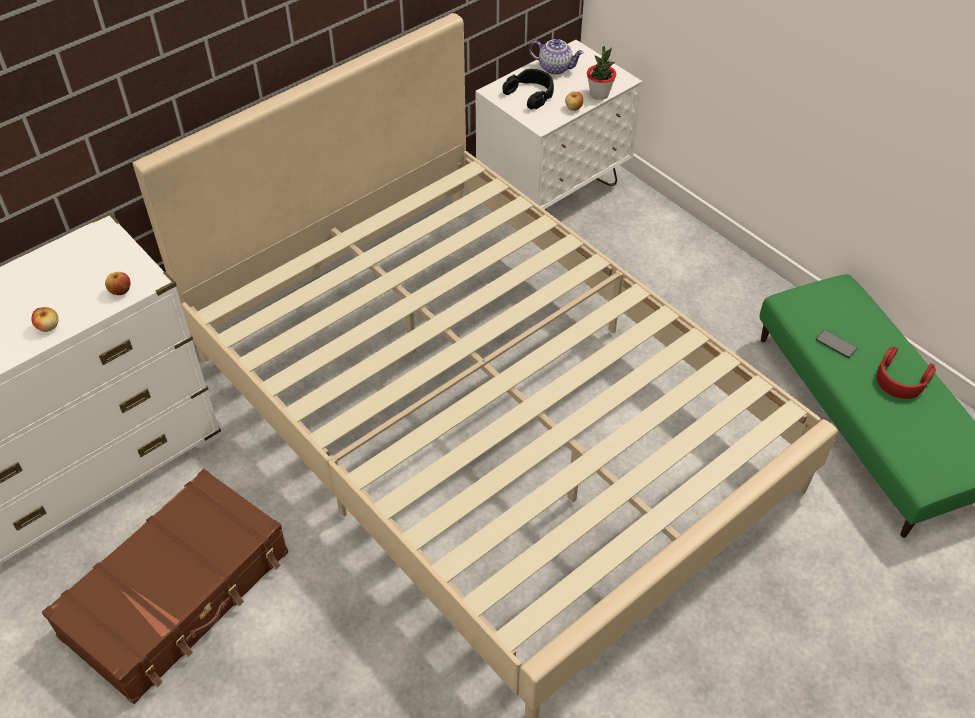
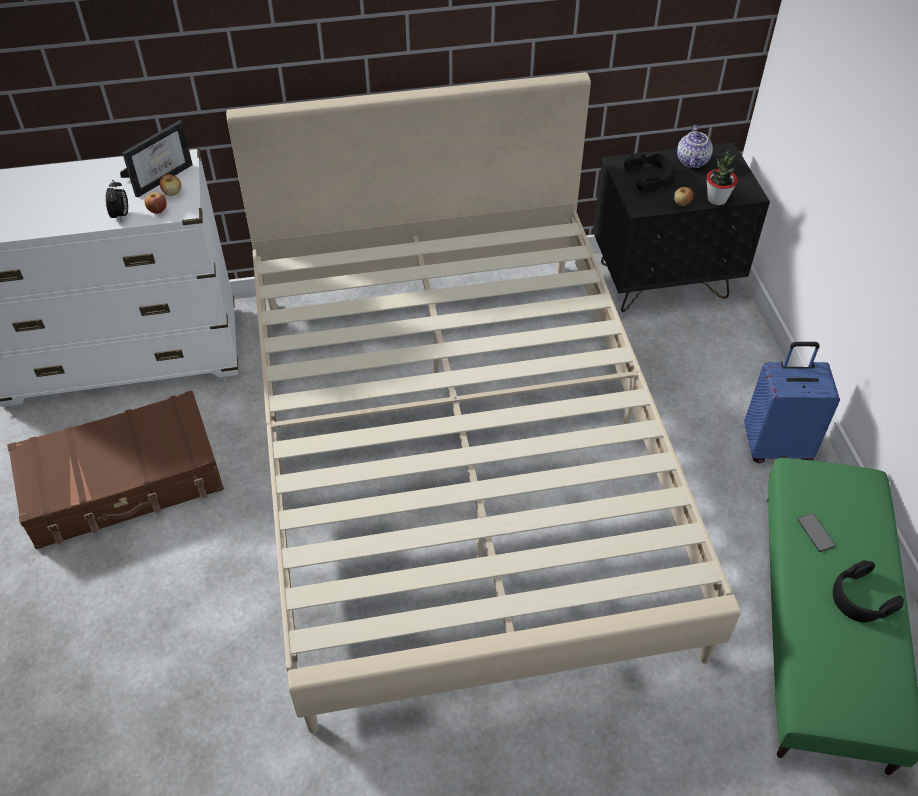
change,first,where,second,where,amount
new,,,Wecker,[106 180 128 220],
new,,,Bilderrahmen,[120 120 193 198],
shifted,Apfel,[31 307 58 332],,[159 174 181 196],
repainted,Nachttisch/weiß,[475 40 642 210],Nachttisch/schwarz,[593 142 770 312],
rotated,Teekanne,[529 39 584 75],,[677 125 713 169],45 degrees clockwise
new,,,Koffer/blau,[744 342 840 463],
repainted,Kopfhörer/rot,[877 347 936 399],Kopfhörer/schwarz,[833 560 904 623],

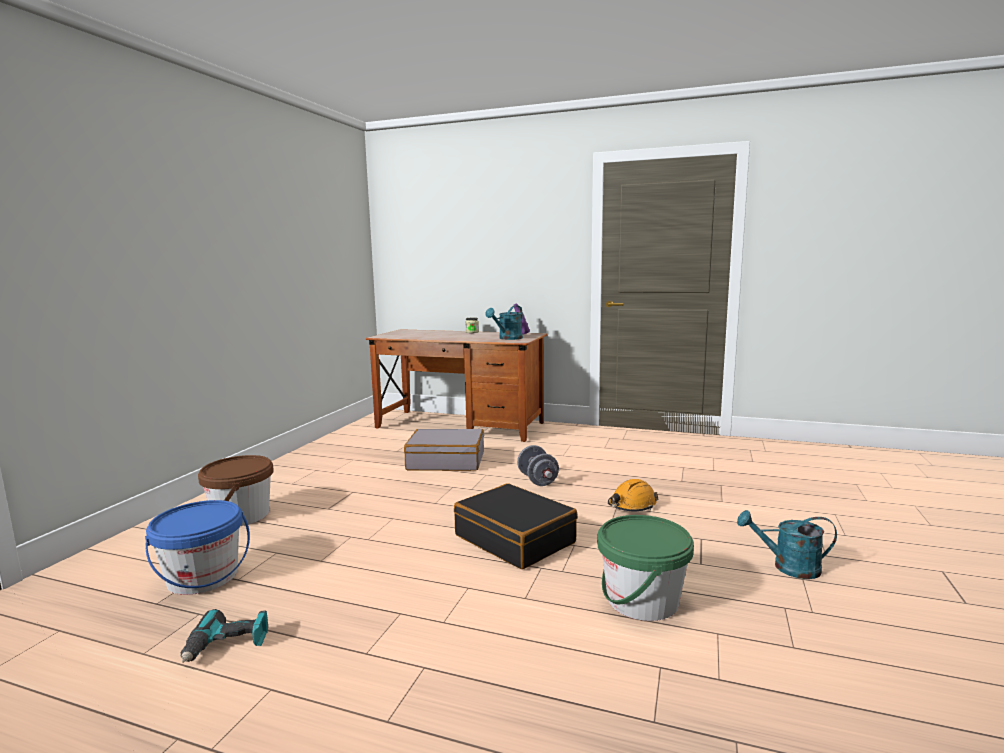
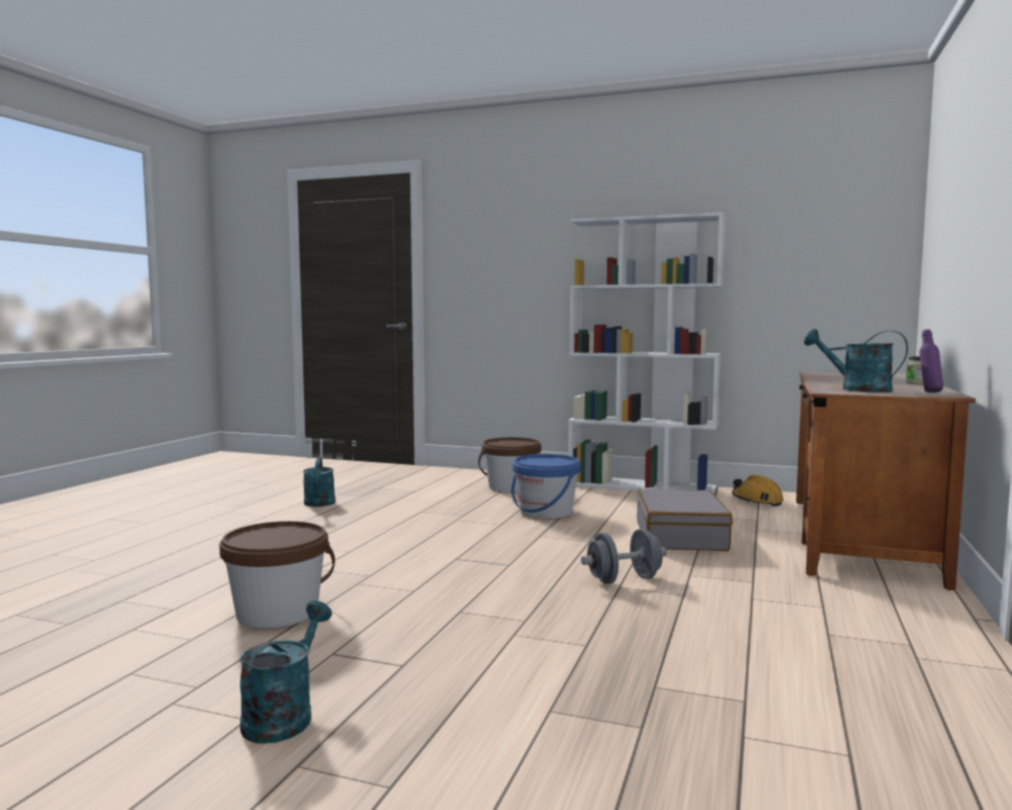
change,first,where,second,where,amount
repainted,Eimer/grün,[597 515 694 621],Eimer/braun,[219 521 335 628],
swapped,Bohrmaschine,[180 609 268 663],Gießkanne/türkis,[303 458 335 507],
shifted,Eimer/blau,[145 500 250 595],,[511 454 581 519],
new,,,Bücherregal/weiß,[568 212 725 494],
shifted,Schutzhelm/orange,[608 479 658 511],,[732 474 784 506],
gone,Koffer/schwarz,[454 483 578 569],,,

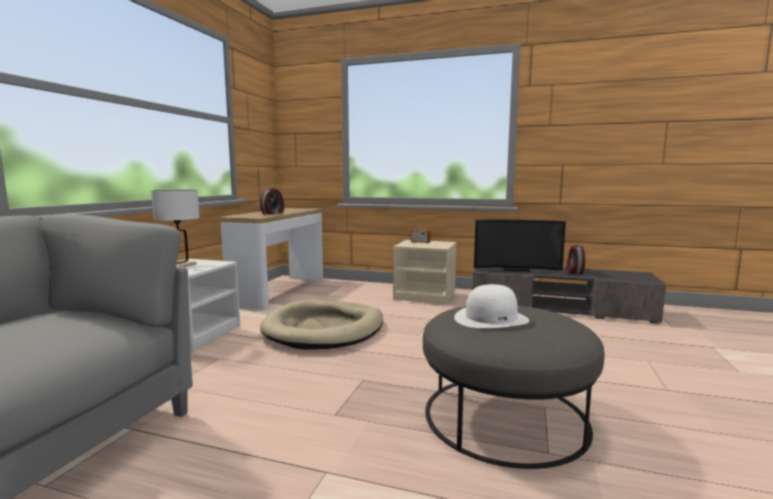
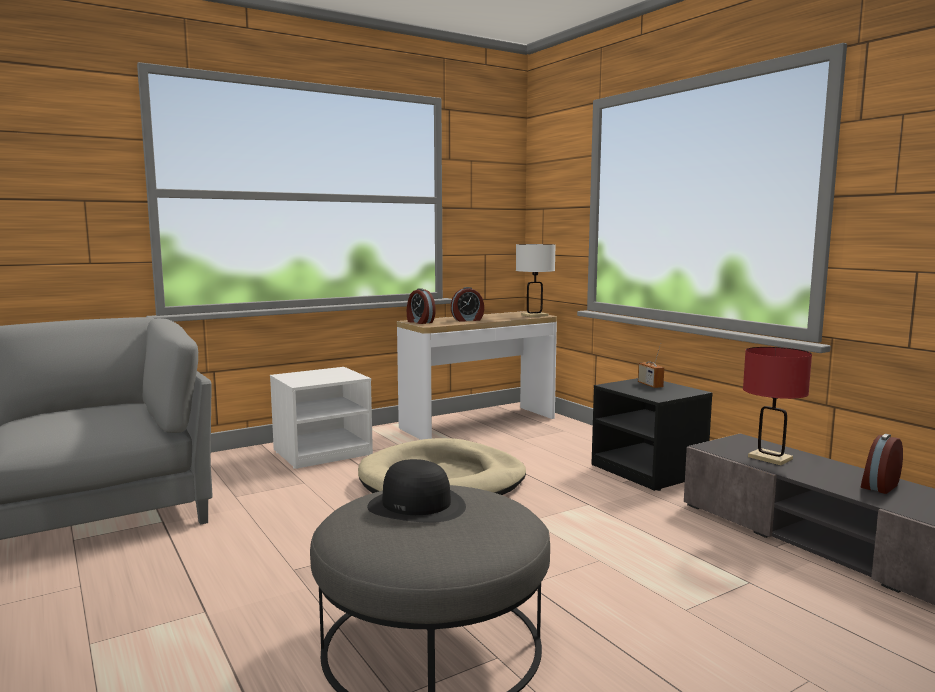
change,first,where,second,where,amount
repainted,Hut/weiß,[454 284 529 328],Hut/schwarz,[367 459 466 523],
new,,,Wecker,[407 288 436 324],
shifted,Tischlampe/weiß,[151 190 200 267],,[516 244 556 317],
repainted,Nachttisch/beige,[393 240 457 304],Nachttisch/schwarz,[591 378 713 491],
swapped,Fernseher,[474 219 566 272],Tischlampe/rot,[743 347 812 465],

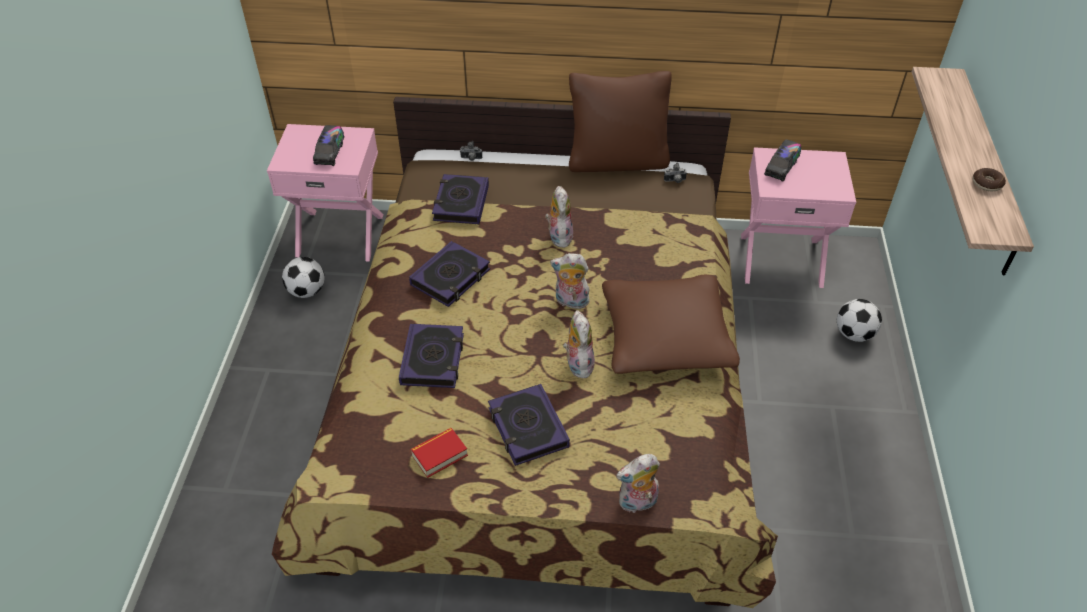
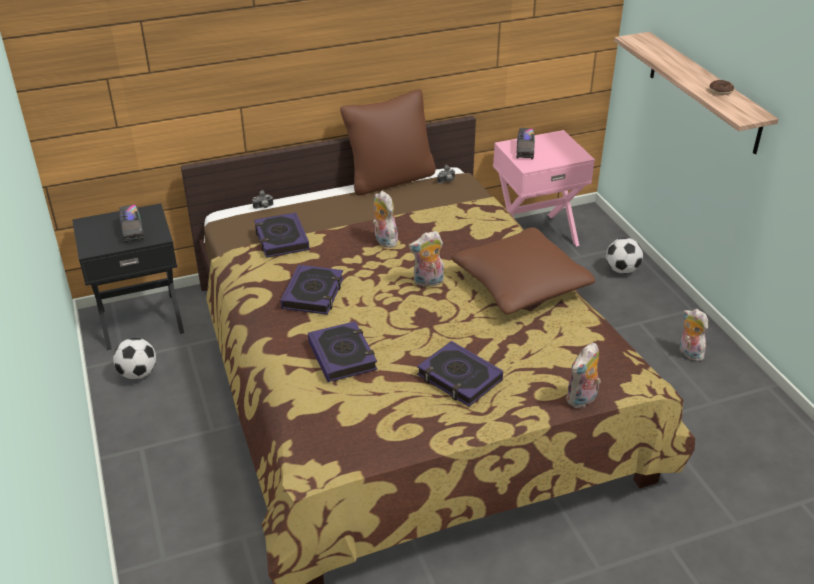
change,first,where,second,where,amount
repainted,Nachttisch/rosa,[267 124 383 262],Nachttisch/schwarz,[72 203 184 350],
shifted,Plüschtier,[563 310 595 378],,[680 309 708 361],
gone,Buch,[411 428 468 478],,,

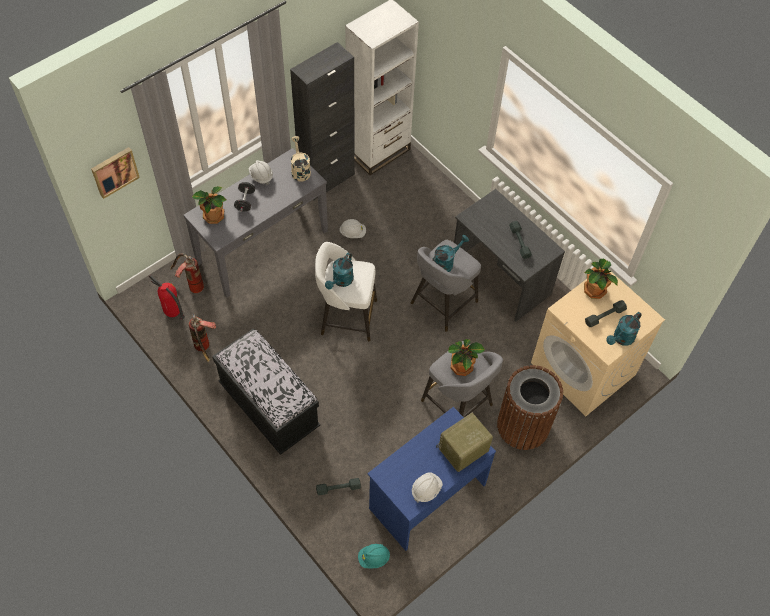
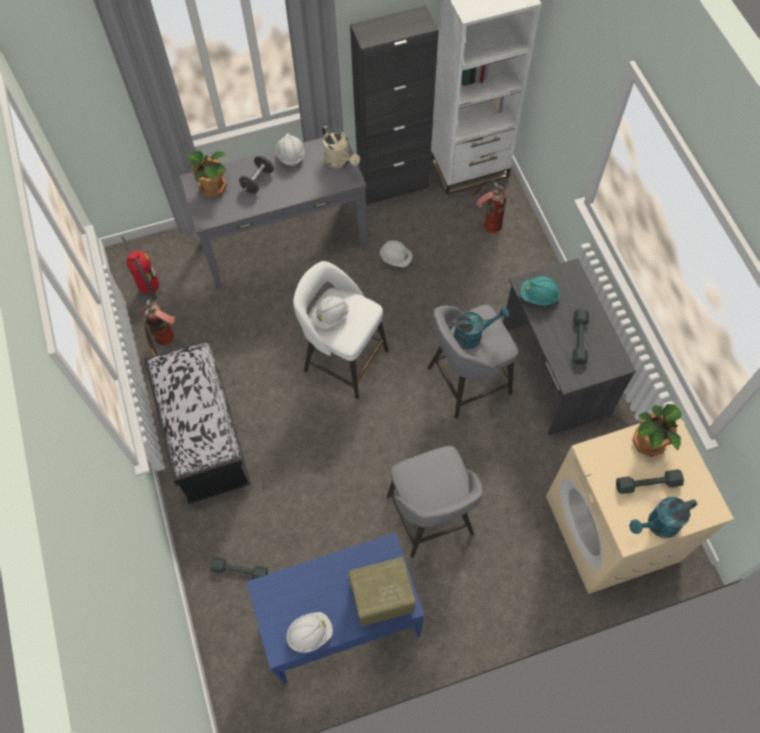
change,first,where,second,where,amount
swapped,Gießkanne/türkis,[325 253 354 290],Schutzhelm/weiß,[312 296 349 329],
rotated,Gießkanne/beige,[291 136 311 182],,[322 125 360 168],135 degrees clockwise
shifted,Feuerlöscher,[170 253 204 293],,[470 180 507 233],
shifted,Schutzhelm/türkis,[358 544 390 569],,[520 276 560 305],
gone,Bild,[91 147 140 199],,,
gone,Topfpflanze,[448 339 485 376],,,
gone,Mülleimer/braun,[497 365 563 450],,,

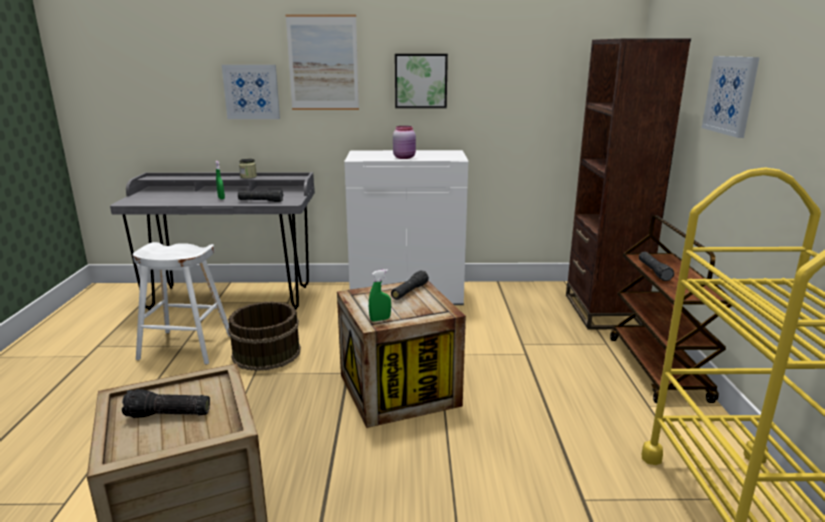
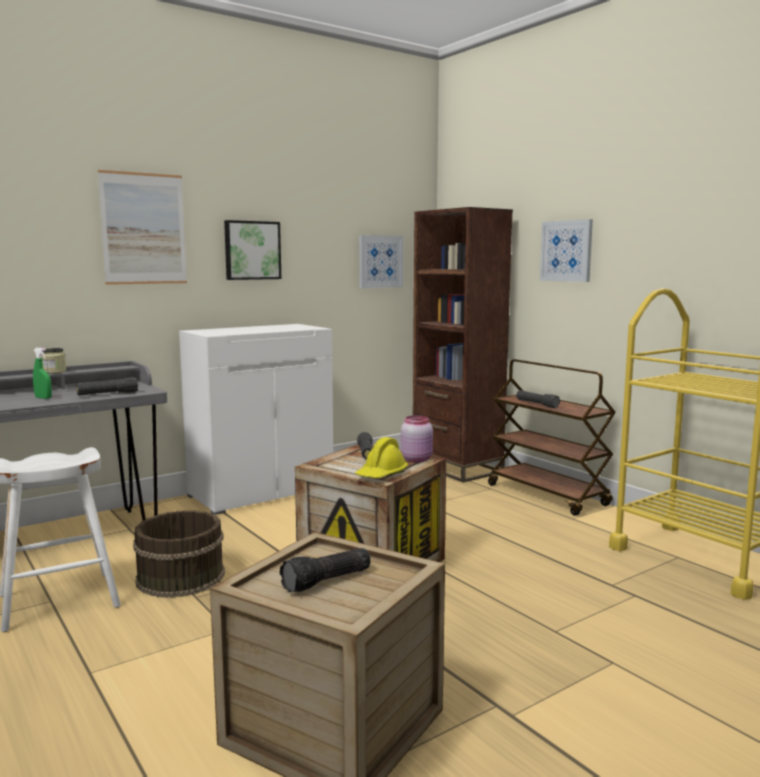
change,first,where,second,where,amount
swapped,Sprühflasche/grün,[369 269 391 322],Schutzhelm/gelb,[355 437 408 478],
shifted,Bild,[222 65 280 119],,[359 235 403 288],
shifted,Vorratsglas/rosa,[393 126 416 159],,[401 415 433 462],

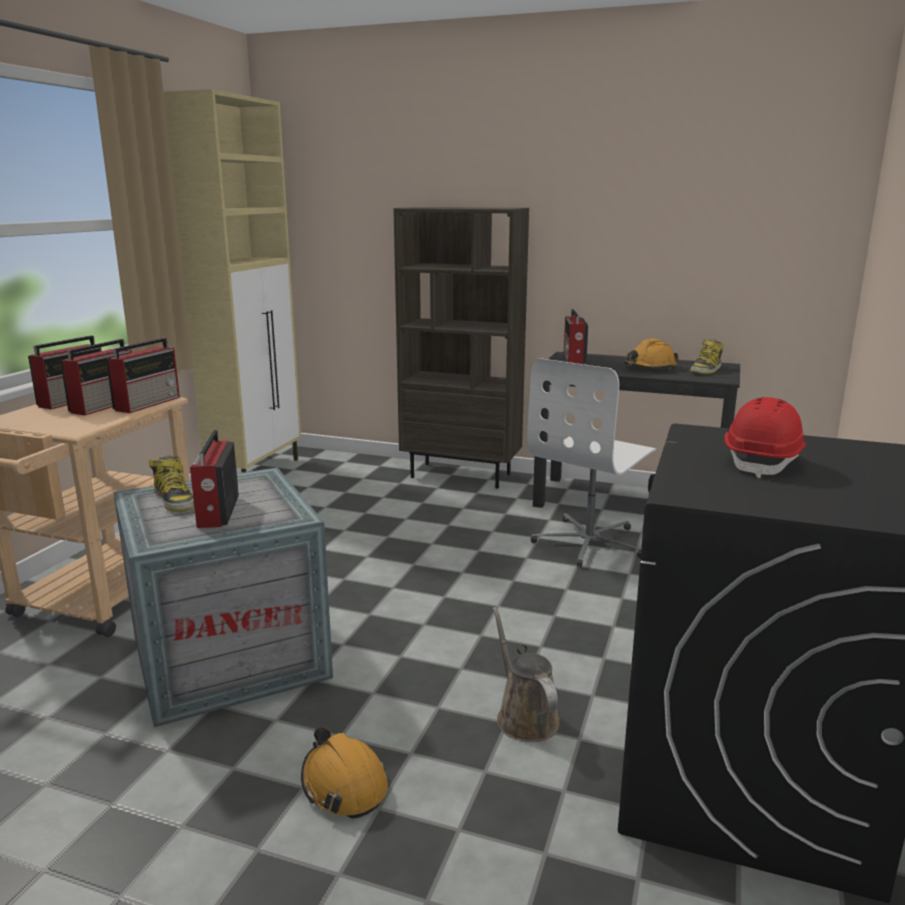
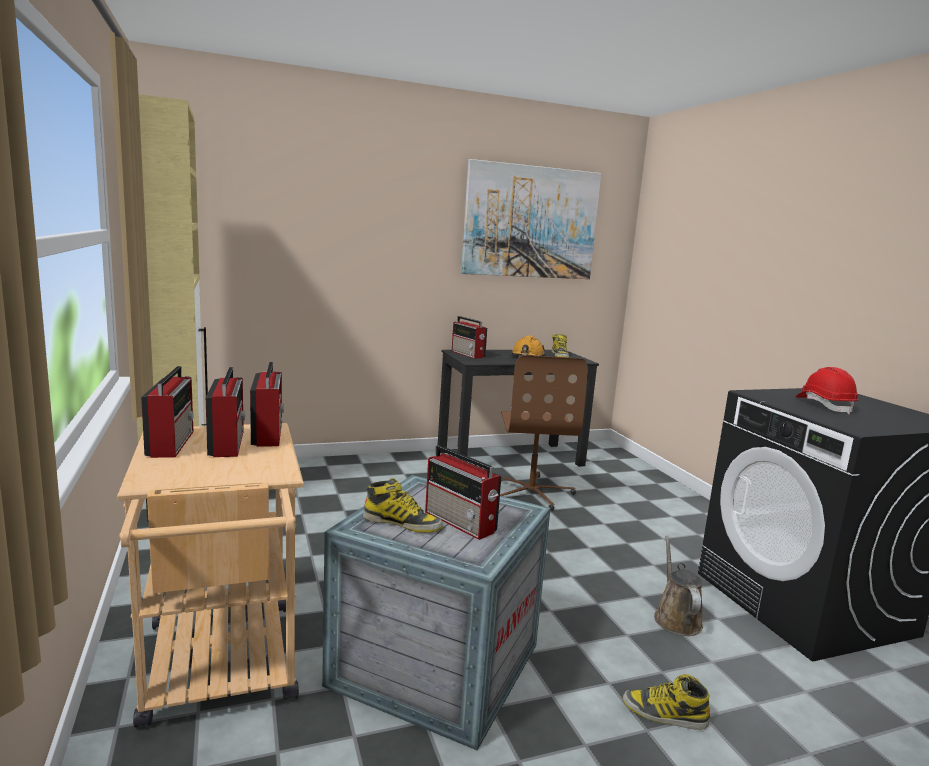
change,first,where,second,where,amount
new,,,Bild,[461 159 601 279],
repainted,Bürostuhl/weiß,[527 358 656 567],Bürostuhl/braun,[500 355 588 511],
swapped,Schutzhelm/orange,[301 727 388 819],Stiefel,[623 674 710 730],
rotated,Gießkanne/braun,[492 607 560 742],,[654 536 703 636],60 degrees clockwise
gone,Bücherregal/braun,[393 207 529 489],,,

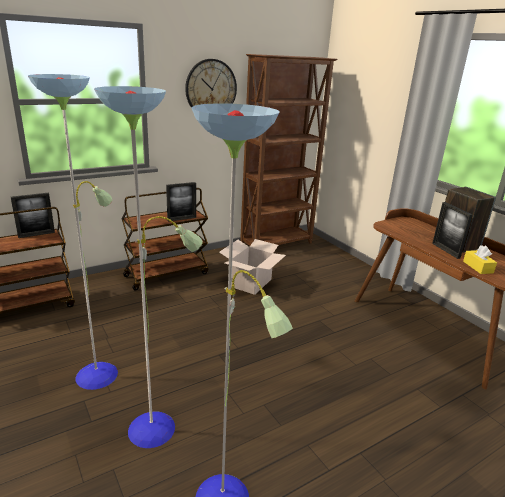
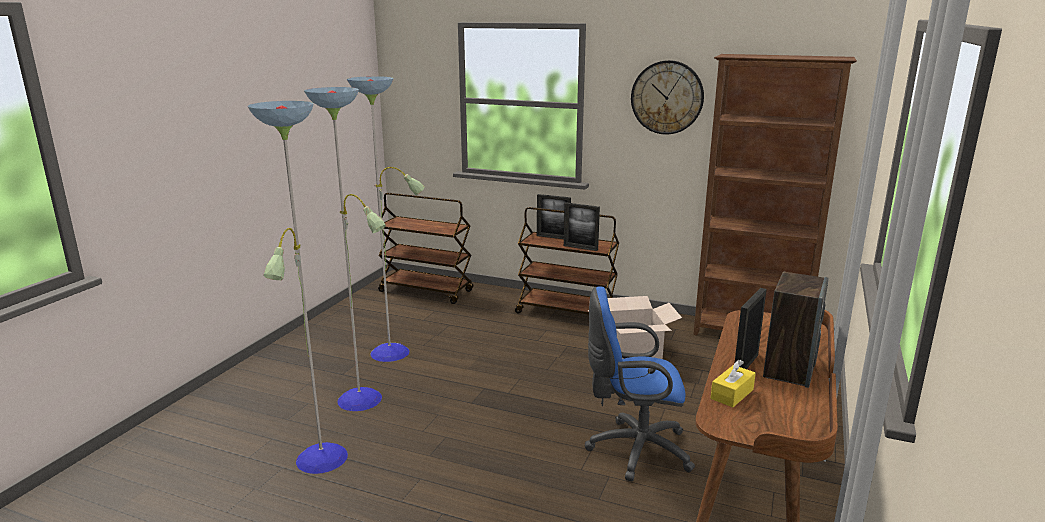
change,first,where,second,where,amount
shifted,Bilderrahmen,[11 193 55 238],,[537 194 571 239],
new,,,Bürostuhl/blau,[585 286 695 482],

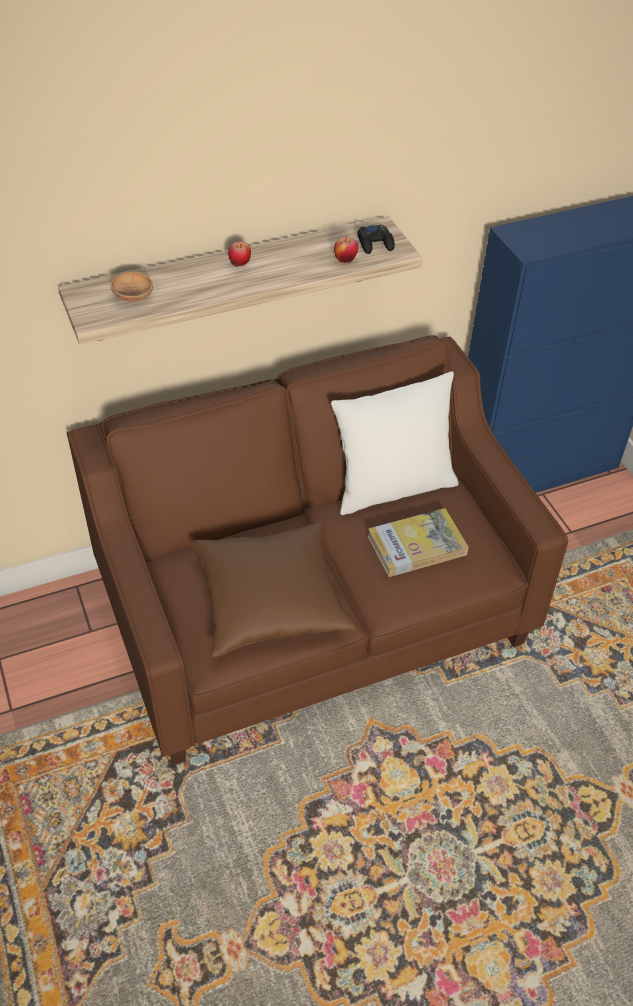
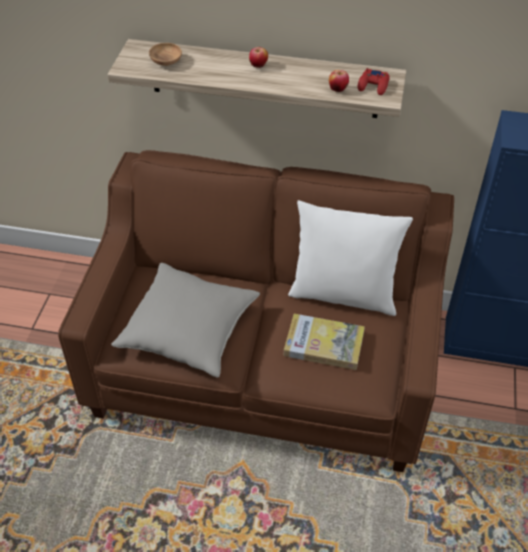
change,first,where,second,where,amount
repainted,Kissen/braun,[190 523 356 657],Kissen/grau,[111 263 260 377],
repainted,Gamepad/schwarz,[357 225 395 254],Gamepad/rot,[358 68 390 95],

